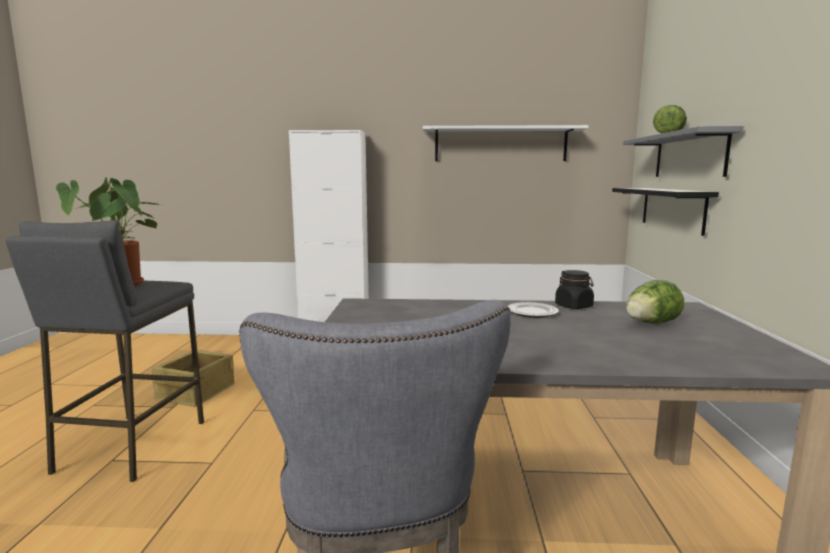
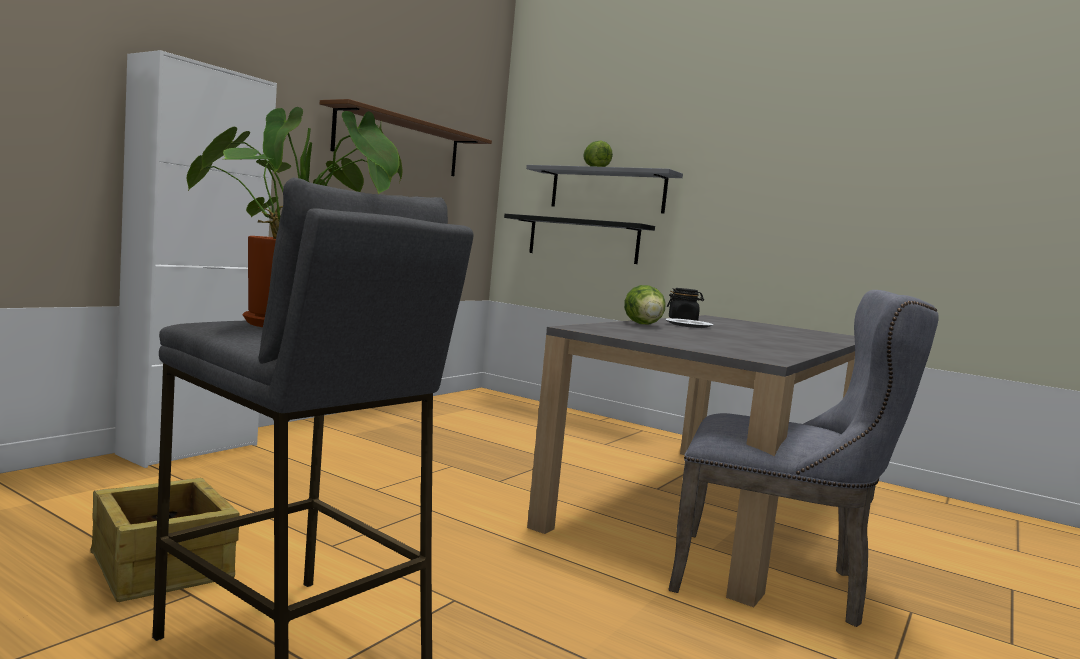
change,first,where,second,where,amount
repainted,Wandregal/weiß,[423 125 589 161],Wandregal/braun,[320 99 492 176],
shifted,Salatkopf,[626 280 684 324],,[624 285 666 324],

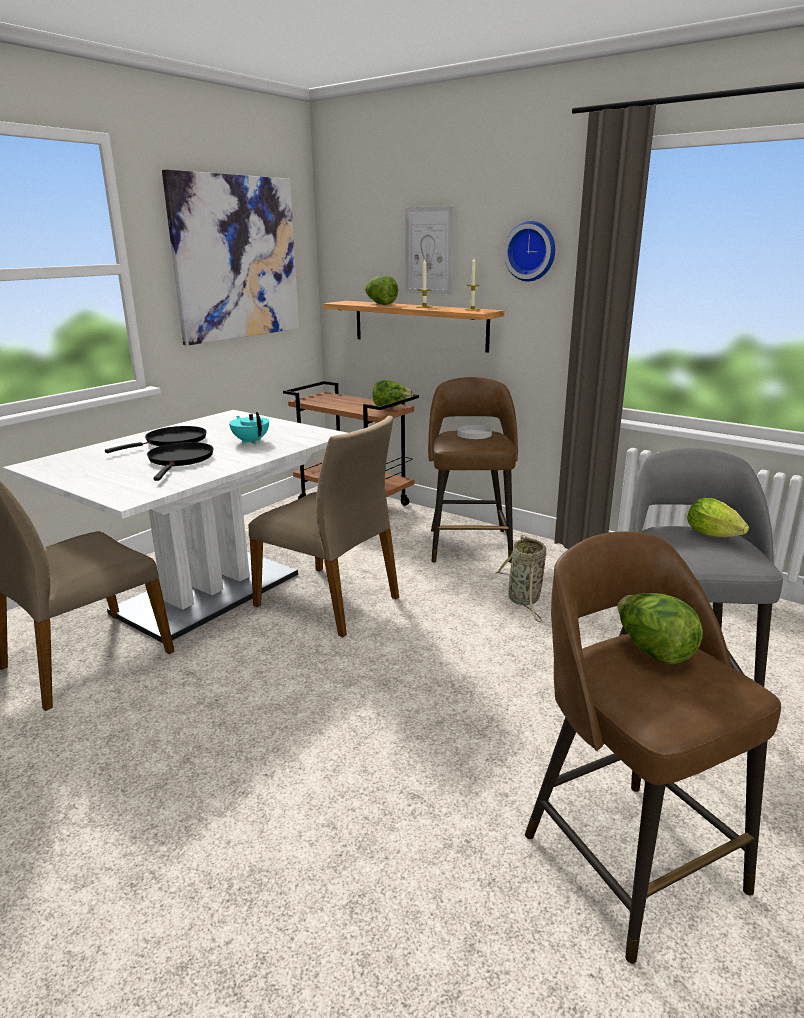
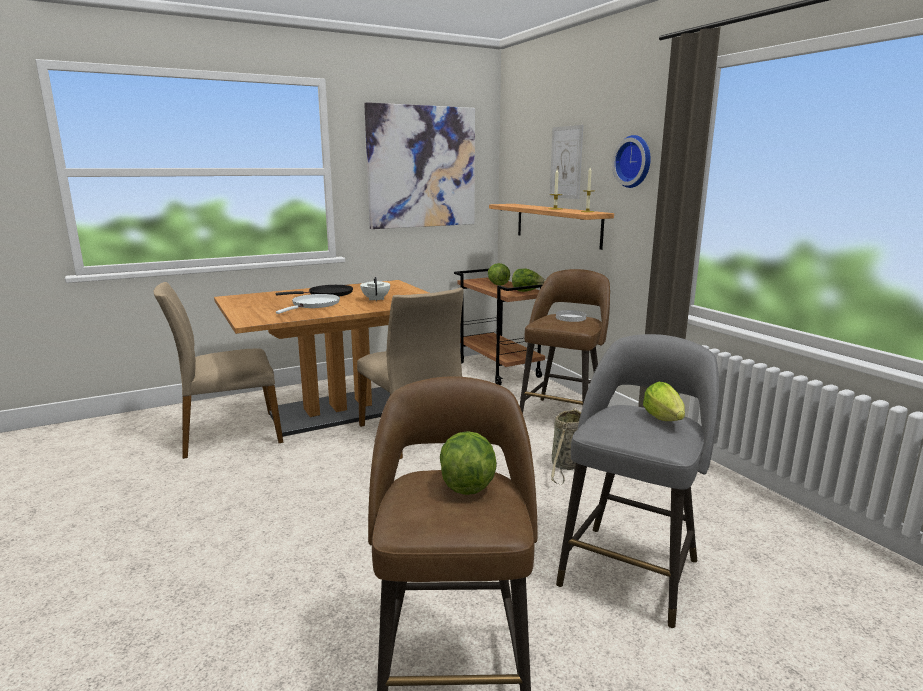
change,first,where,second,where,amount
repainted,Esstisch/weiß,[3 410 347 643],Esstisch/braun,[214 280 429 437],
repainted,Pfanne/schwarz,[147 442 213 481],Pfanne/weiß,[276 294 340 314],
repainted,Teekanne/türkis,[229 412 269 444],Teekanne/weiß,[360 277 390 301],
shifted,Salatkopf,[365 275 398 305],,[488 263 510 286],

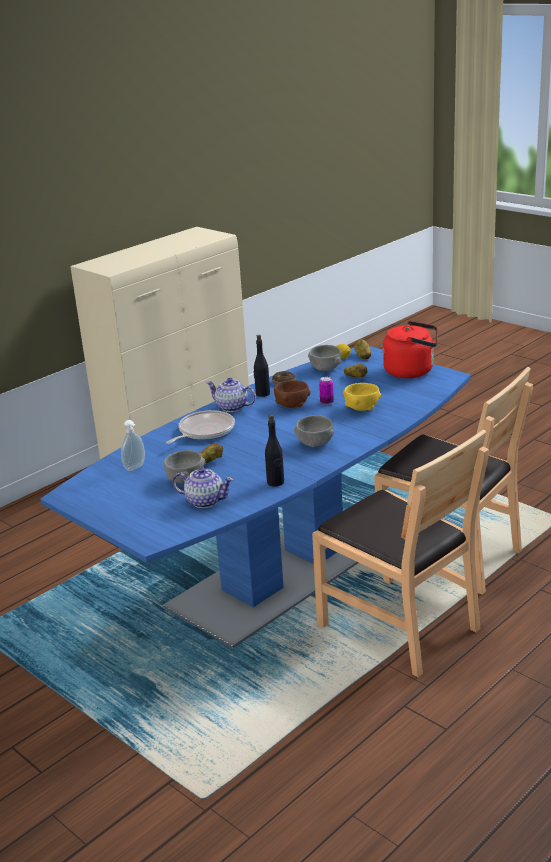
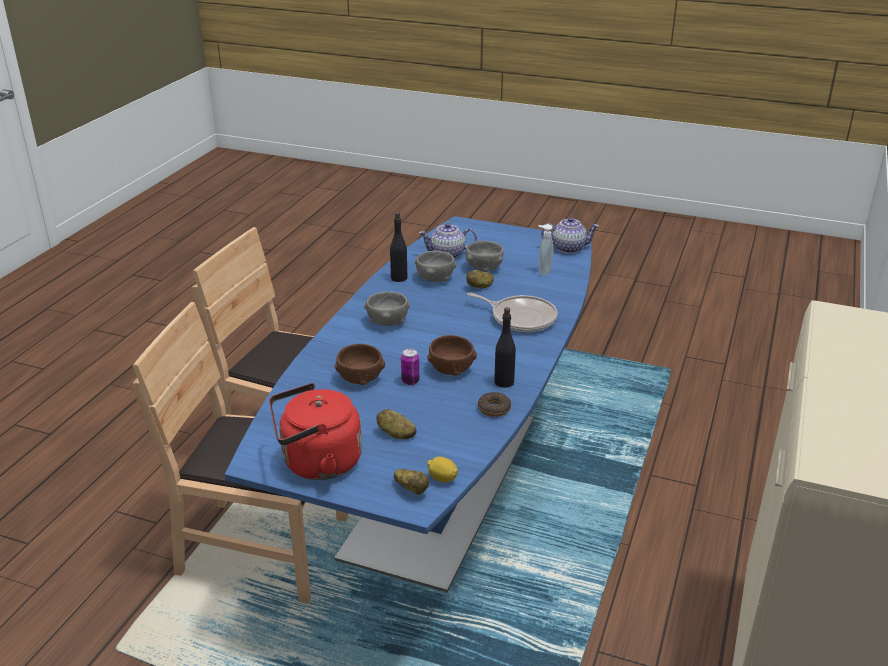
change,first,where,second,where,amount
repainted,Schüssel/gelb,[343 383 381 411],Schüssel/braun,[334 344 385 385],
shifted,Schüssel/grau,[308 345 341 371],,[415 251 456 282],
rotated,Pfanne,[166 410 235 444],,[467 292 558 332],75 degrees counterclockwise
shifted,Teekanne,[206 378 256 412],,[541 217 599 253],

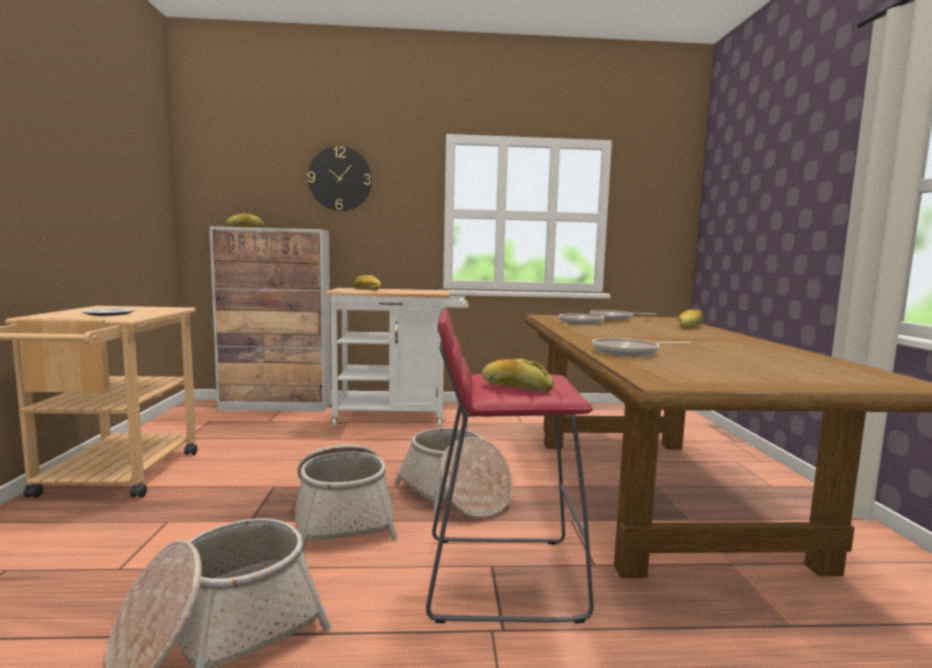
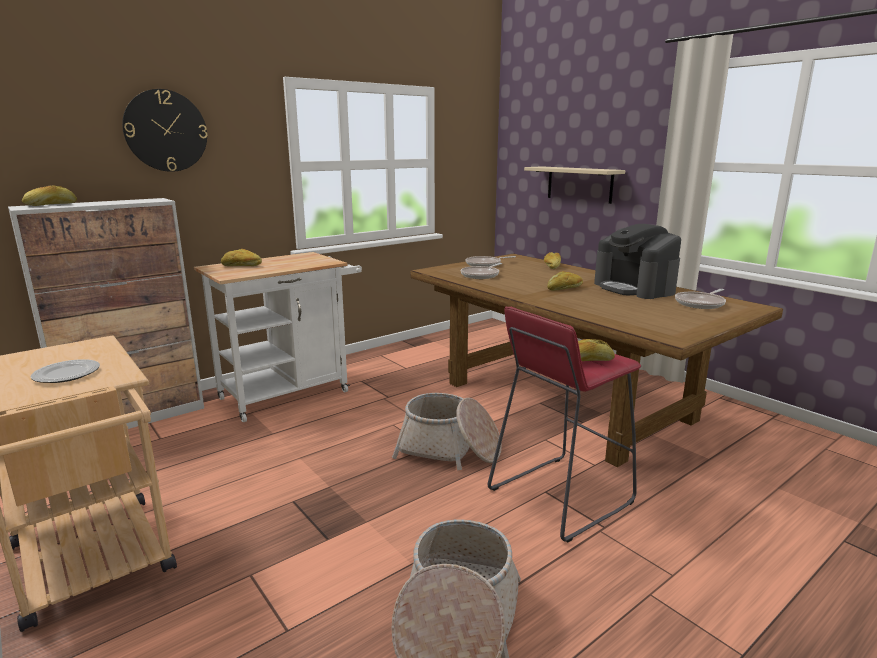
change,first,where,second,where,amount
new,,,Wandregal/beige,[524 166 625 204],
new,,,Brot,[547 271 583 291],
new,,,Kaffeemaschine,[594 224 681 299],
shifted,Pfanne,[592 338 691 357],,[675 289 726 309],
gone,Korb,[295 444 398 552],,,

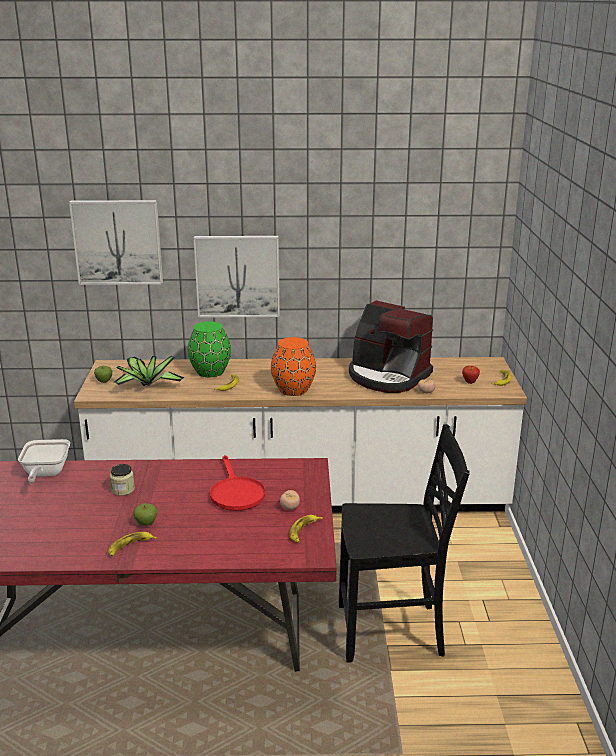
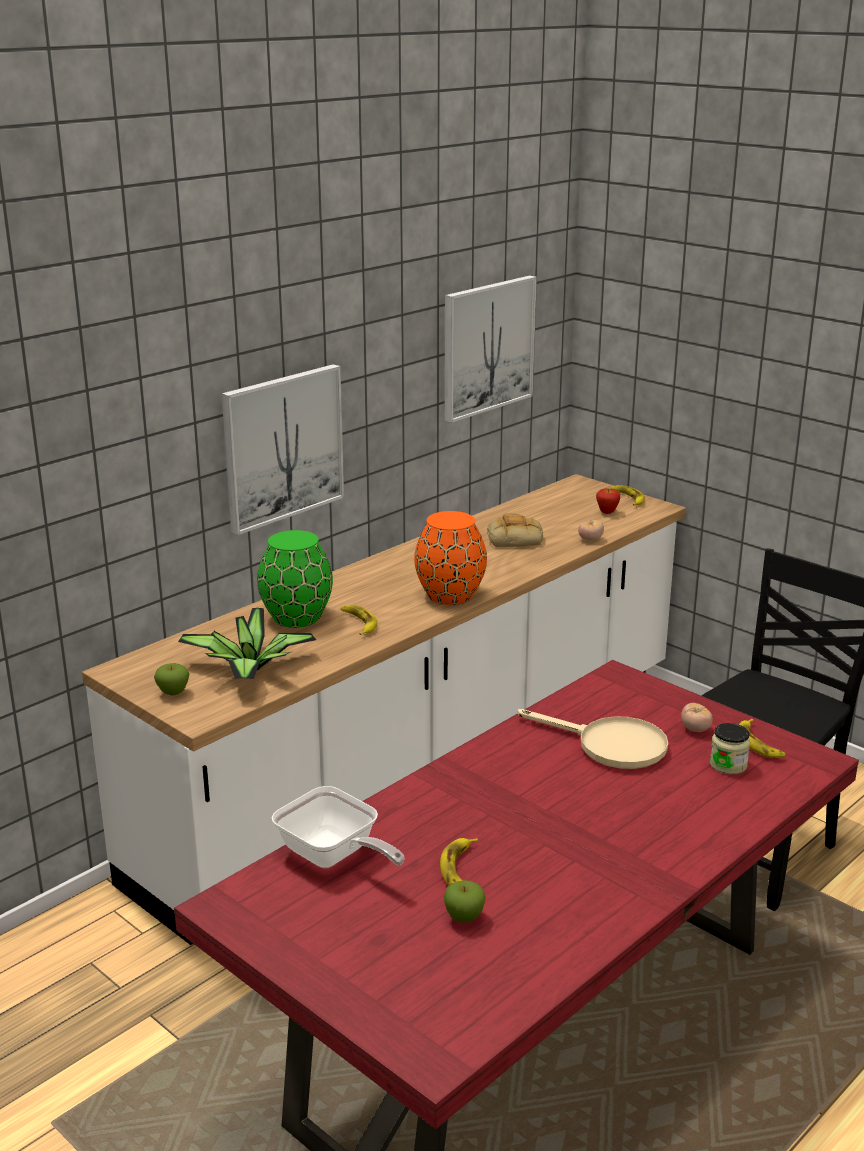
change,first,where,second,where,amount
shifted,Banane,[108 532 157 556],,[440 838 478 885],
shifted,Bild,[69 200 163 285],,[444 276 537 423],
shifted,Apfel,[133 503 157 526],,[444 880 486 923],
swapped,Kaffeemaschine,[349 301 433 393],Brot,[487 513 543 547],
repainted,Pfanne/rot,[210 455 265 511],Pfanne/beige,[518 709 668 769],
shifted,Vorratsglas,[110 464 135 496],,[710 723 750 774],

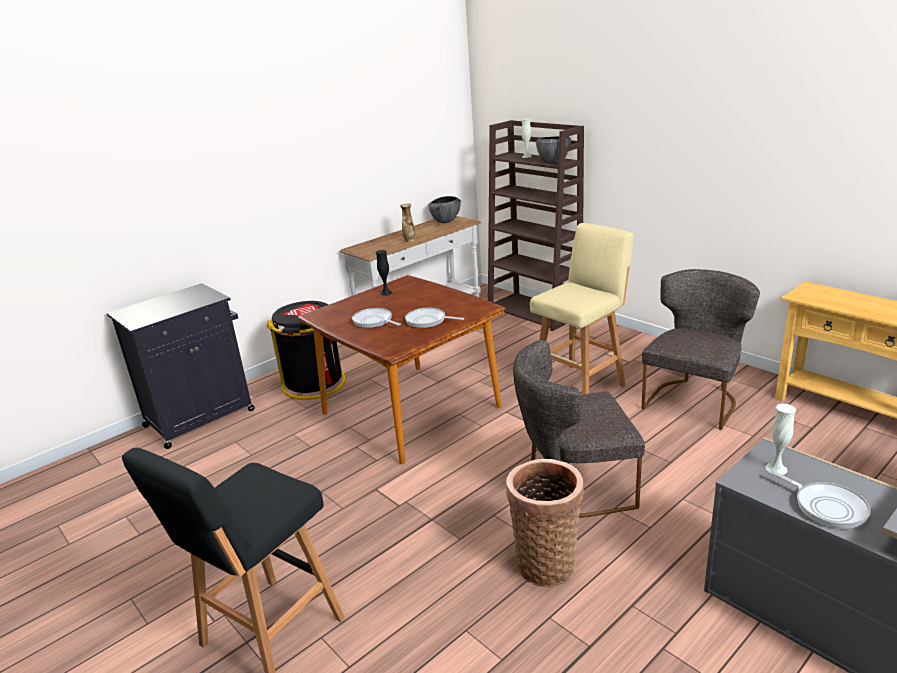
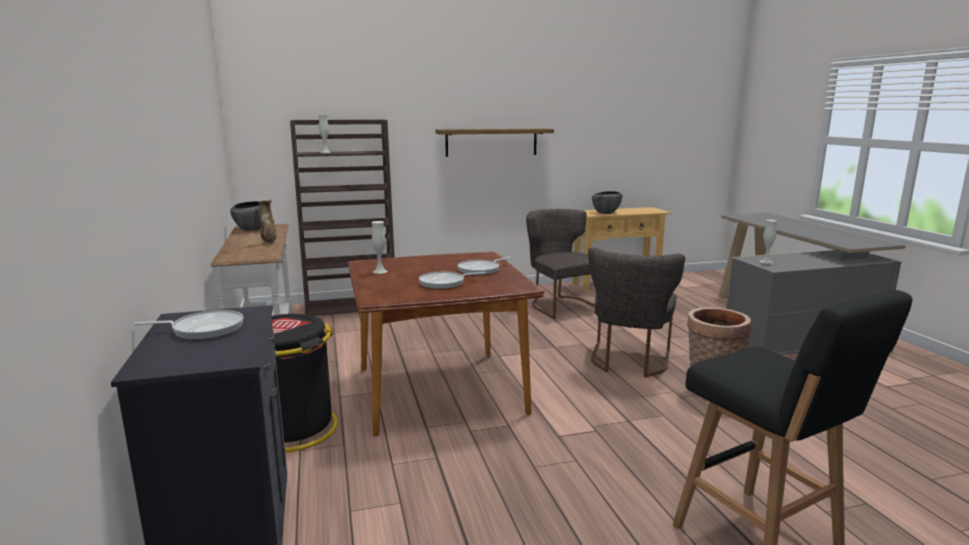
change,first,where,second,where,amount
shifted,Pfanne,[768 470 871 529],,[133 310 244 340],
repainted,Vase/schwarz,[376 250 392 296],Vase/weiß,[371 221 387 274],
new,,,Wandregal,[435 128 554 157],
shifted,Schüssel,[535 136 571 163],,[592 191 622 214],
gone,Hocker/beige,[530 223 633 395],,,

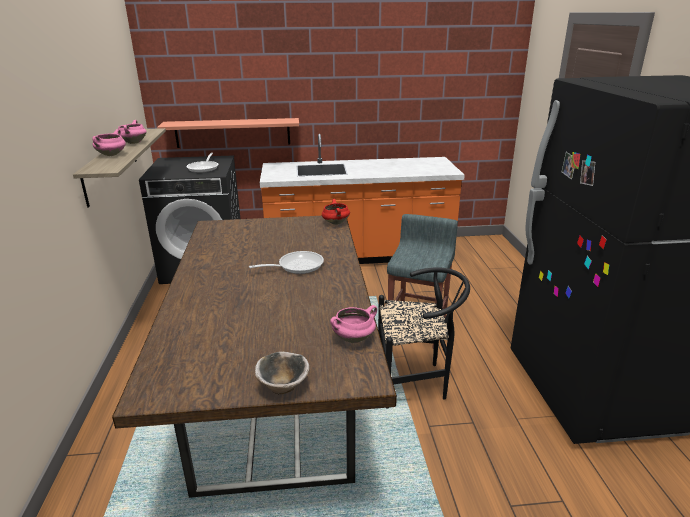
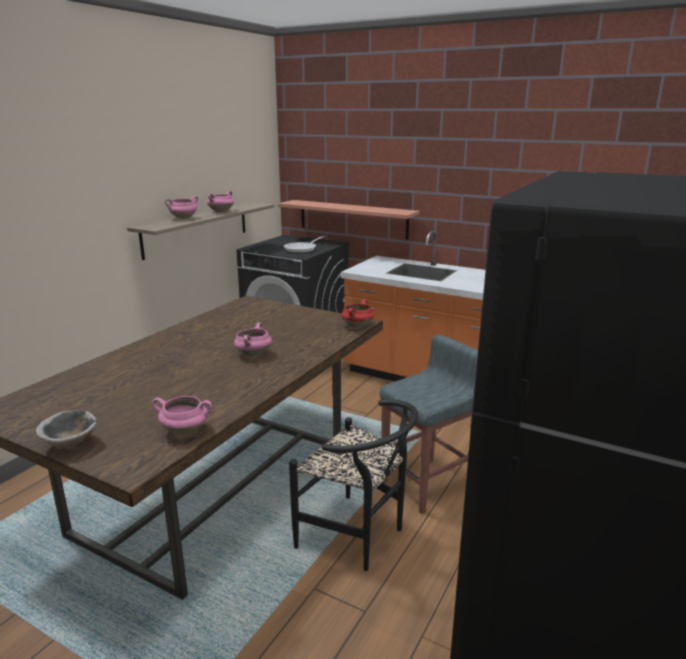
change,first,where,second,where,amount
swapped,Pfanne,[249 251 324 274],Kochtopf/rosa,[234 323 272 357],

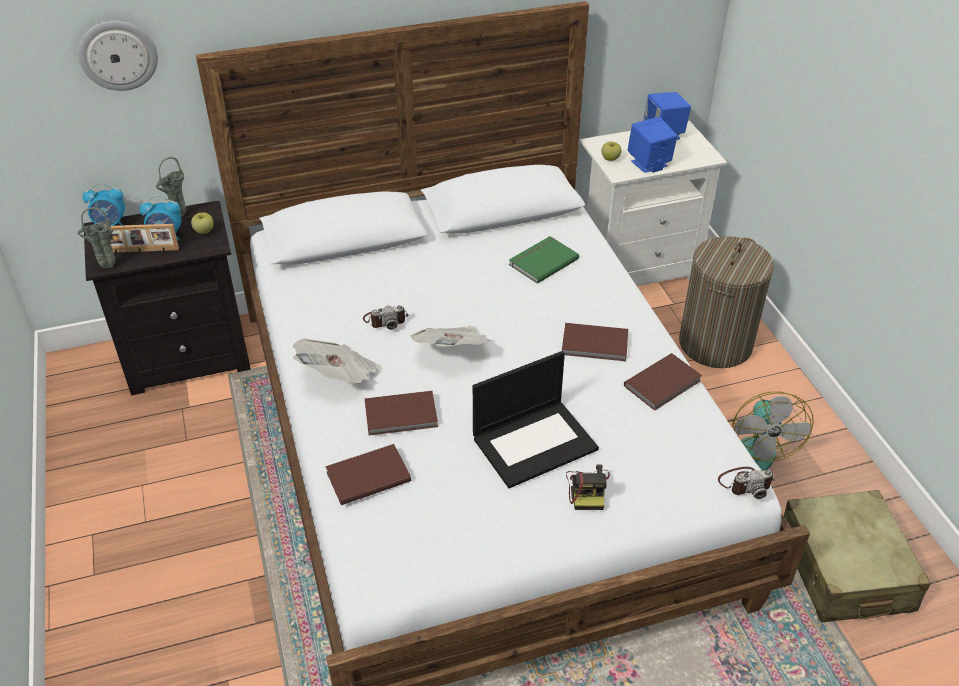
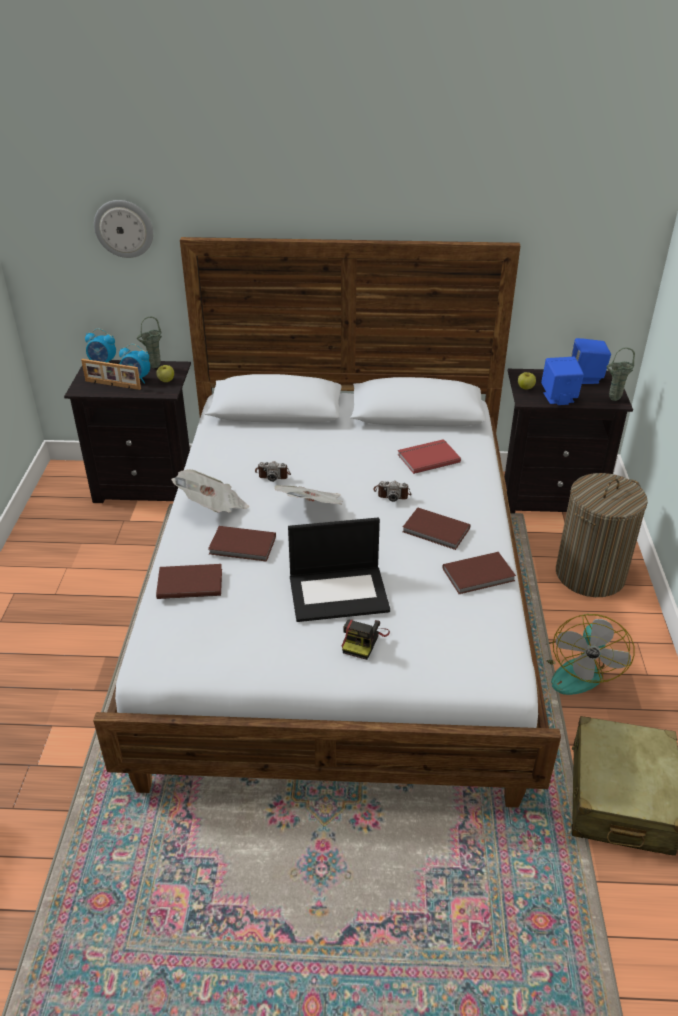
change,first,where,second,where,amount
shifted,Kamera,[718 467 775 499],,[373 481 411 502],
repainted,Buch/grün,[509 236 579 284],Buch/rot,[398 439 461 474],
repainted,Nachttisch/weiß,[580 121 727 286],Nachttisch/schwarz,[505 369 633 514],
shifted,Vase/grün,[78 207 115 269],,[606 348 635 401],

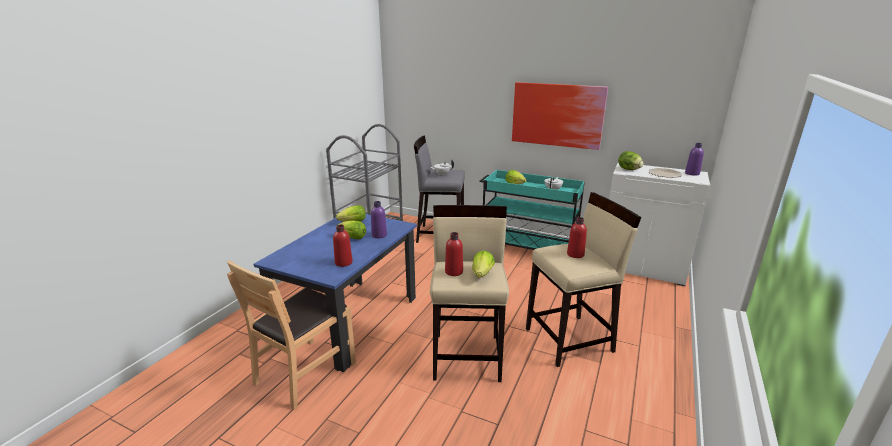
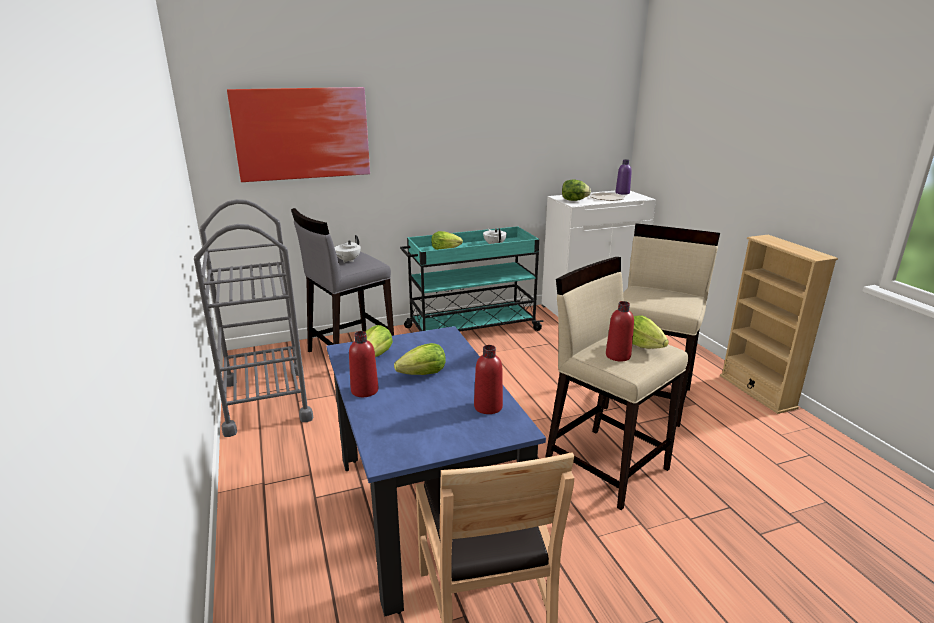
change,first,where,second,where,amount
shifted,Bild,[512 82 608 150],,[227 87 370 182],
shifted,Flasche/rot,[567 217 587 258],,[349 331 379 397],
new,,,Bücherregal/beige,[720 235 838 414],
gone,Flasche/lila,[371 201 387 238],,,

